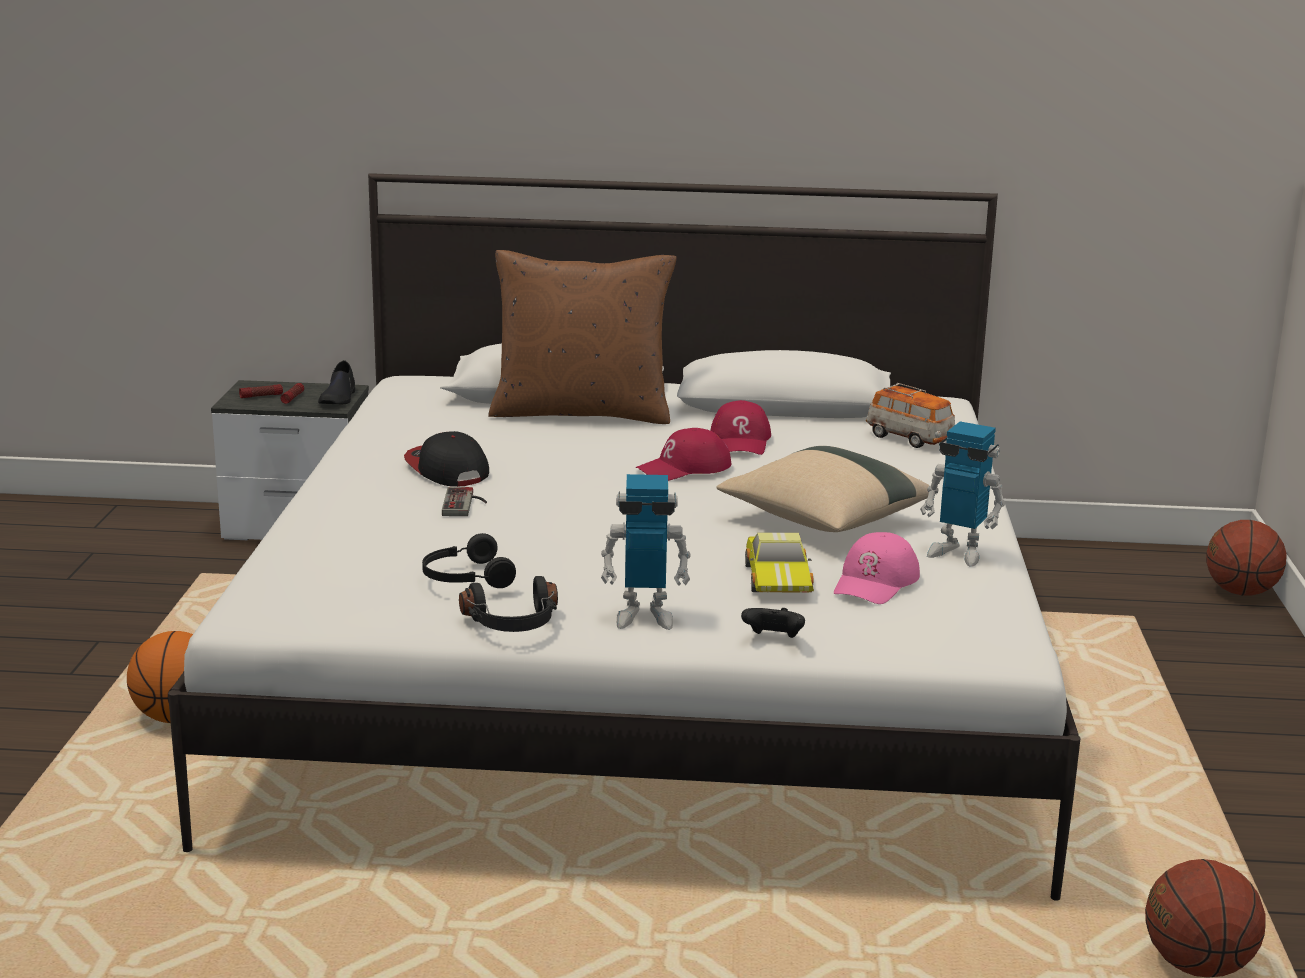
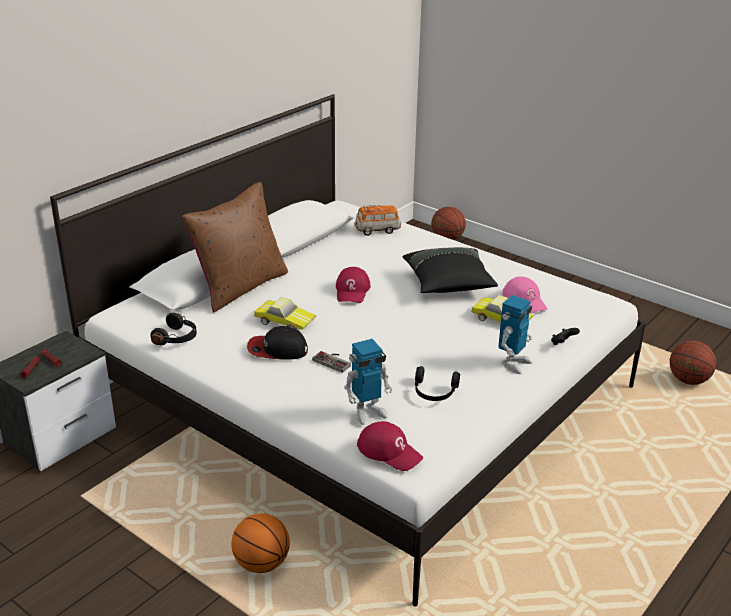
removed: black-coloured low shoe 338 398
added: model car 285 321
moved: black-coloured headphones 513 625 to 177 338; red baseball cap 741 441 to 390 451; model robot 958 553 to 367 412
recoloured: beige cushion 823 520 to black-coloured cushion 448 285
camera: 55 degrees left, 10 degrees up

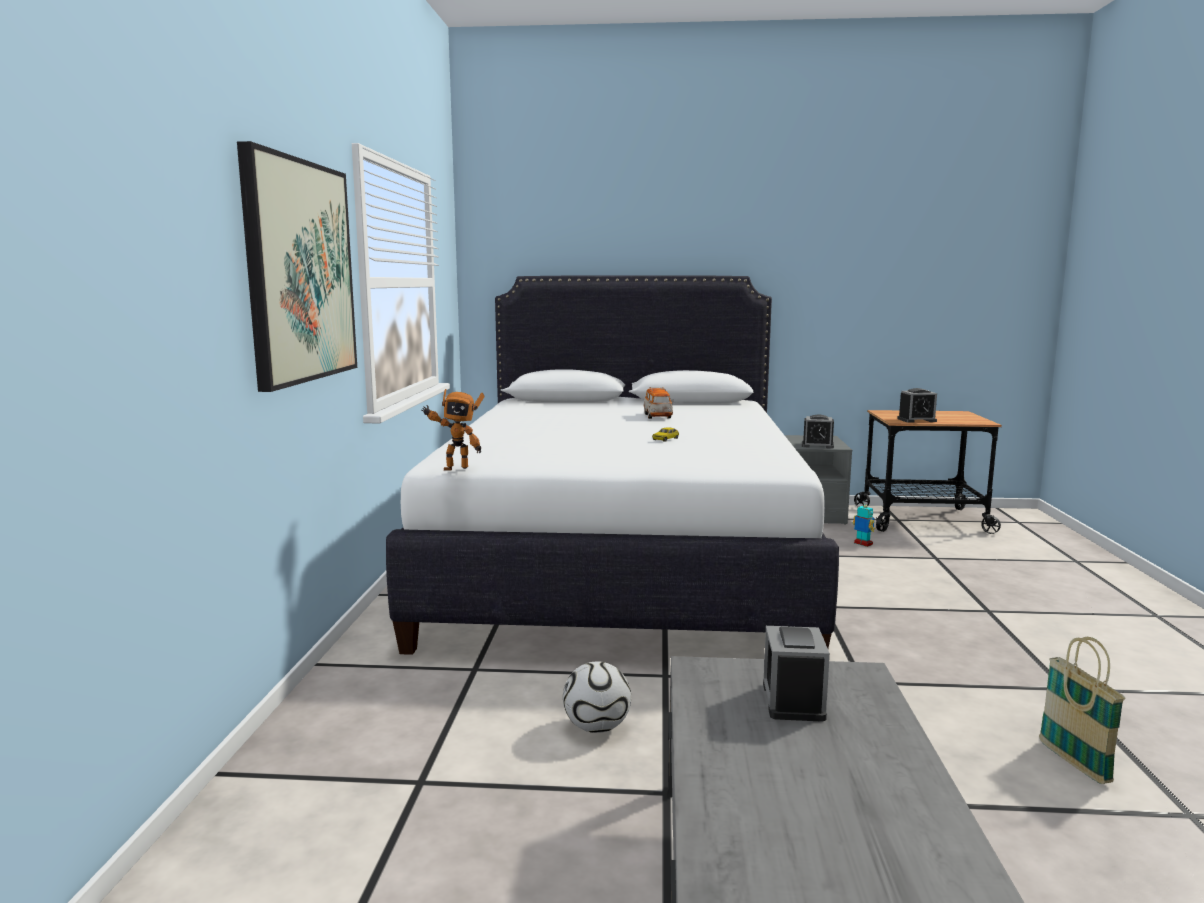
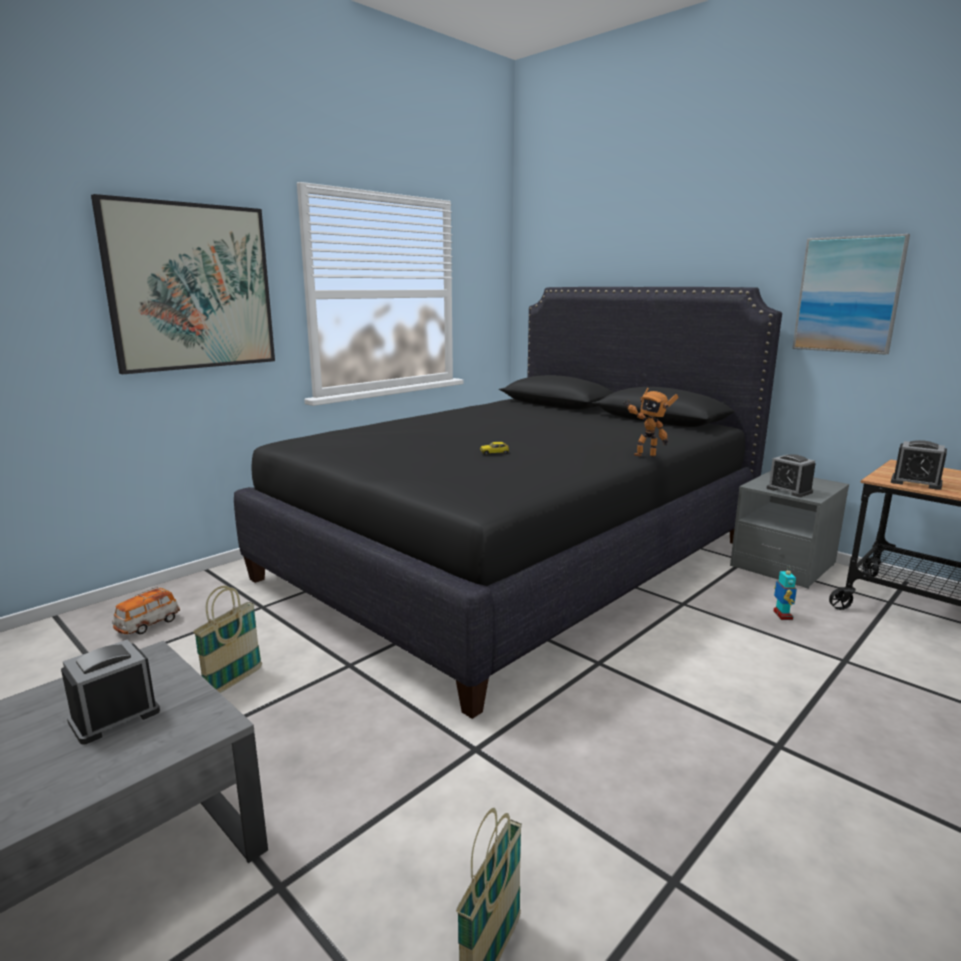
added: wall art 848 295
moved: model robot 455 468 to 645 455; model car 657 416 to 148 625
replaced: ball for football 597 728 to basket 233 682
recoloured: white bed 621 561 to black-coloured bed 513 559
camera: 40 degrees right, 5 degrees up

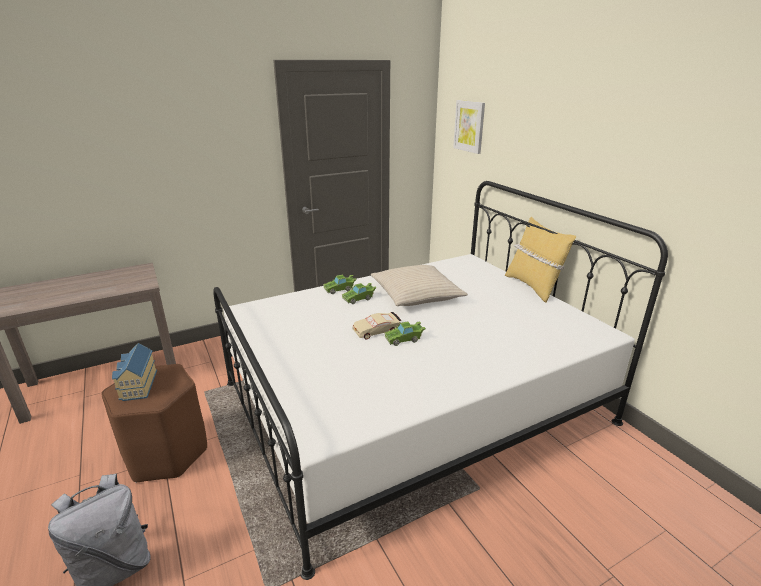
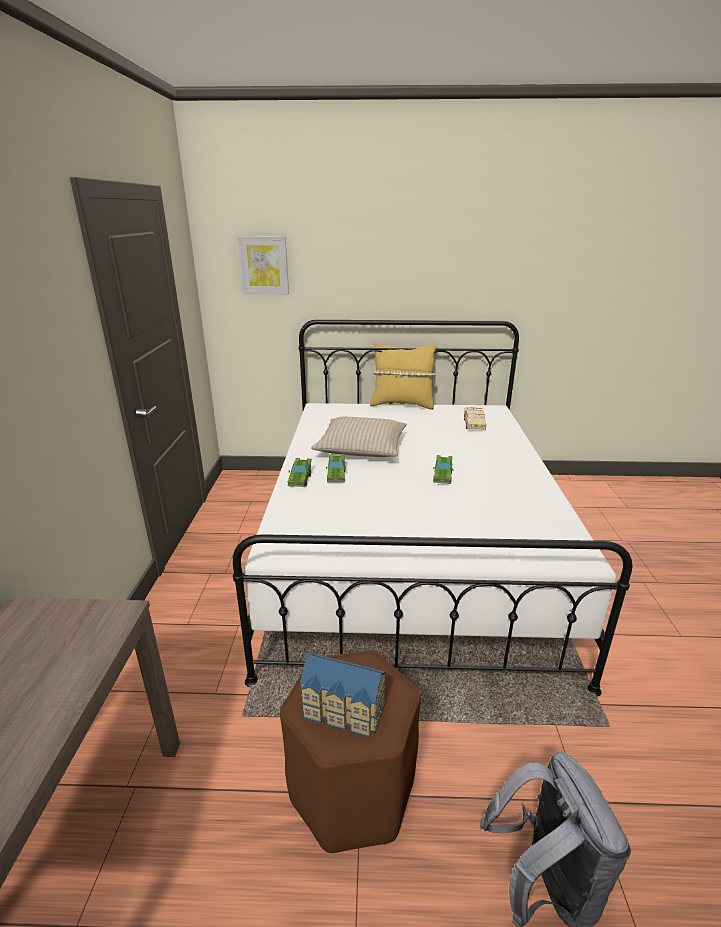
moved: beige model car 376 330 to 474 424
camera: 60 degrees left, 0 degrees up

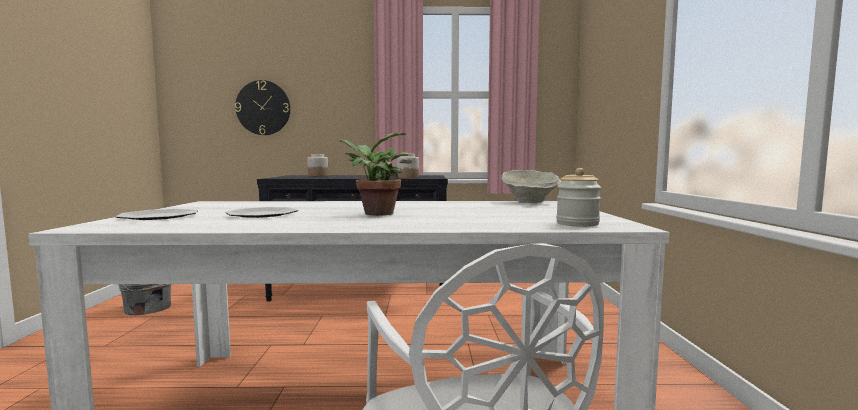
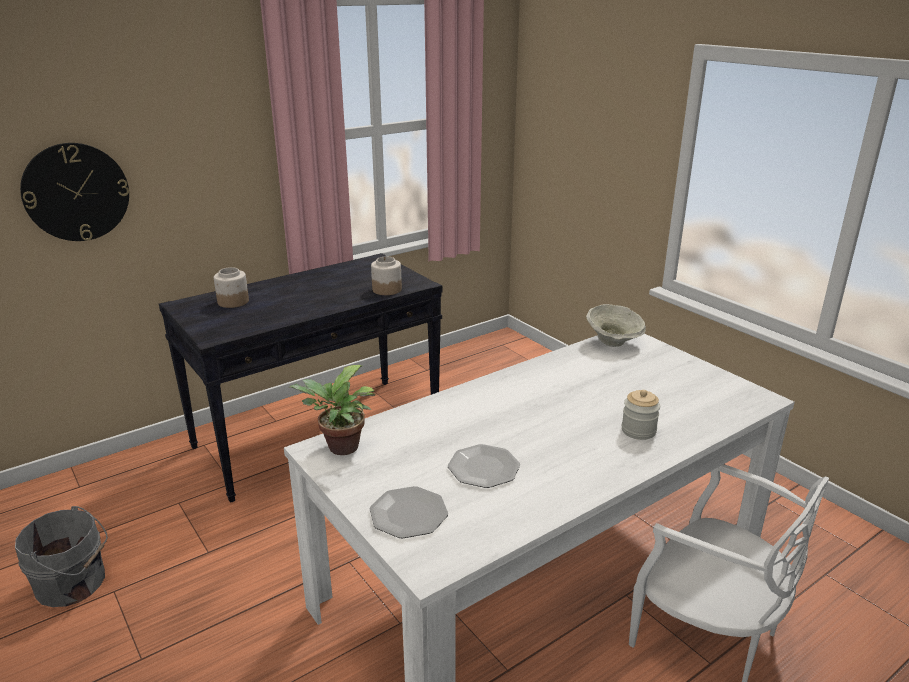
moved: plant in a pot 374 213 to 339 448; preserve jar 577 224 to 638 431
camera: 35 degrees left, 20 degrees up

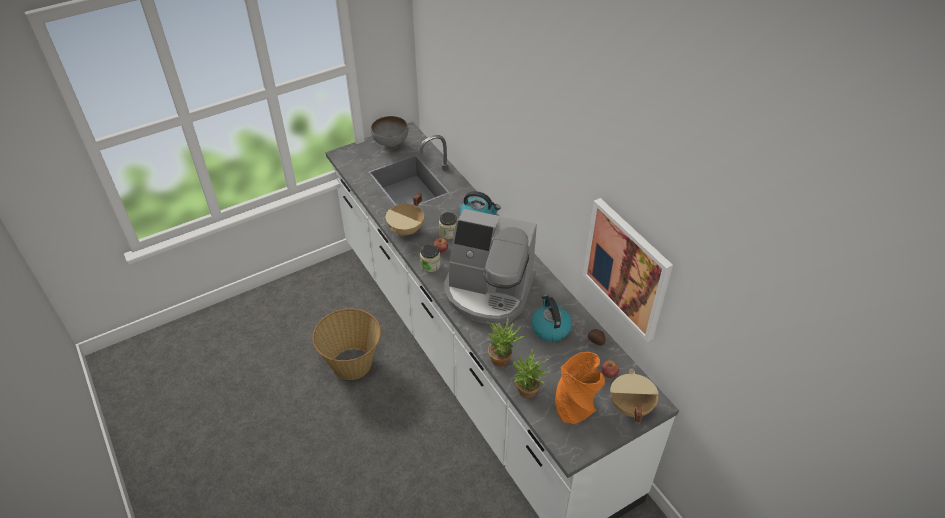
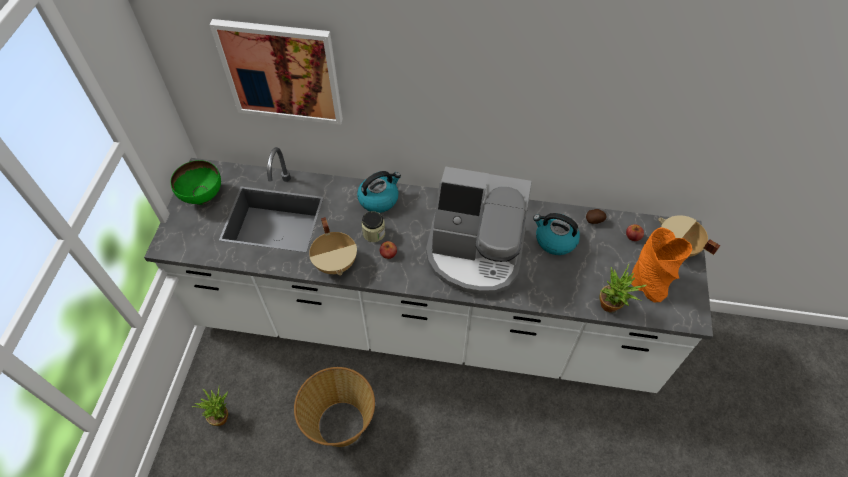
removed: preserve jar 430 265
moved: plant in a pot 503 358 to 221 415; wall art 627 269 to 281 72
recoloured: grey deep dish 391 145 to green-coloured deep dish 203 196
turned: coffee maker 488 291 = 475 254 45 degrees clockwise
camera: 50 degrees left, 10 degrees up

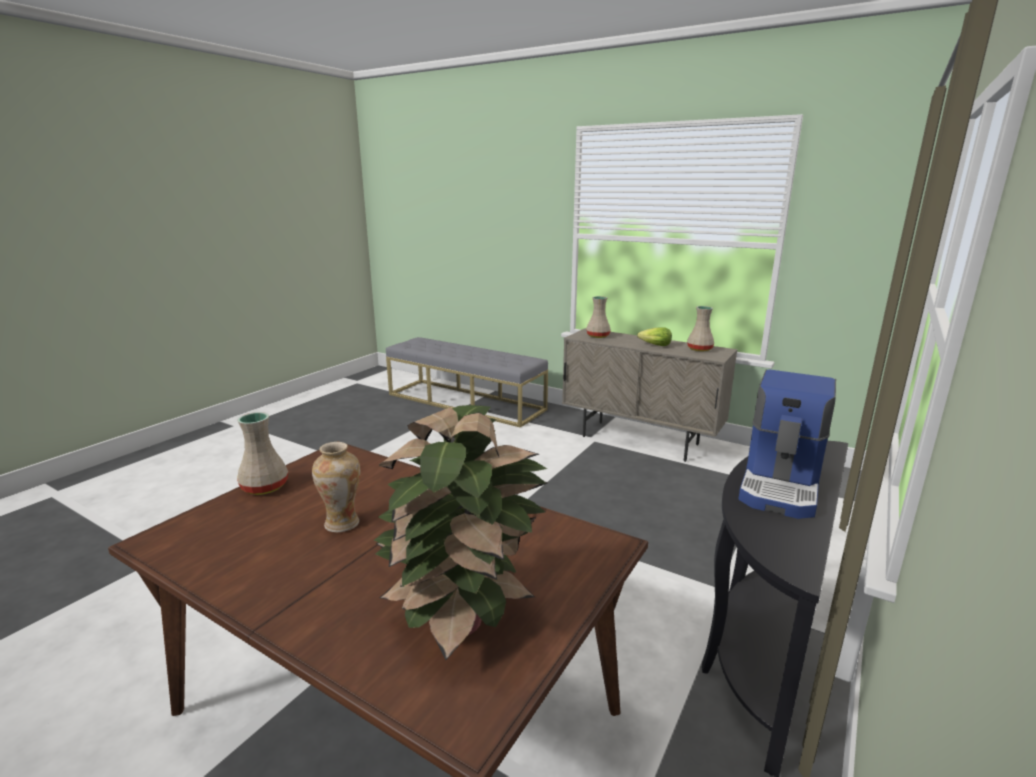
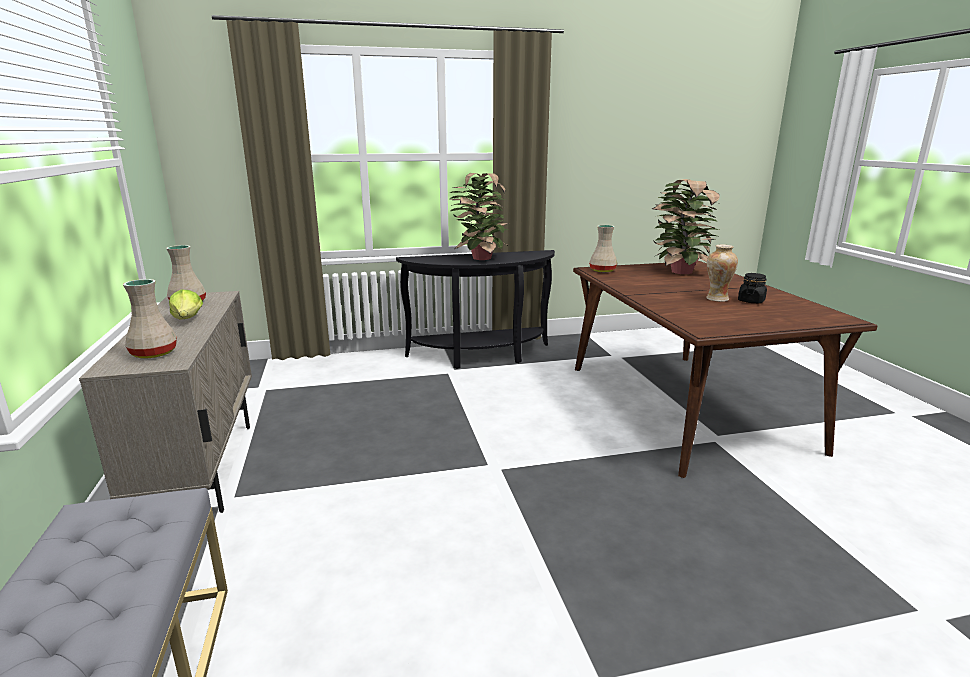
added: black-coloured preserve jar 751 301
moved: beige vase 263 487 to 603 270
replaced: coffee maker 781 485 to plant in a pot 479 258
camera: 135 degrees left, 0 degrees up

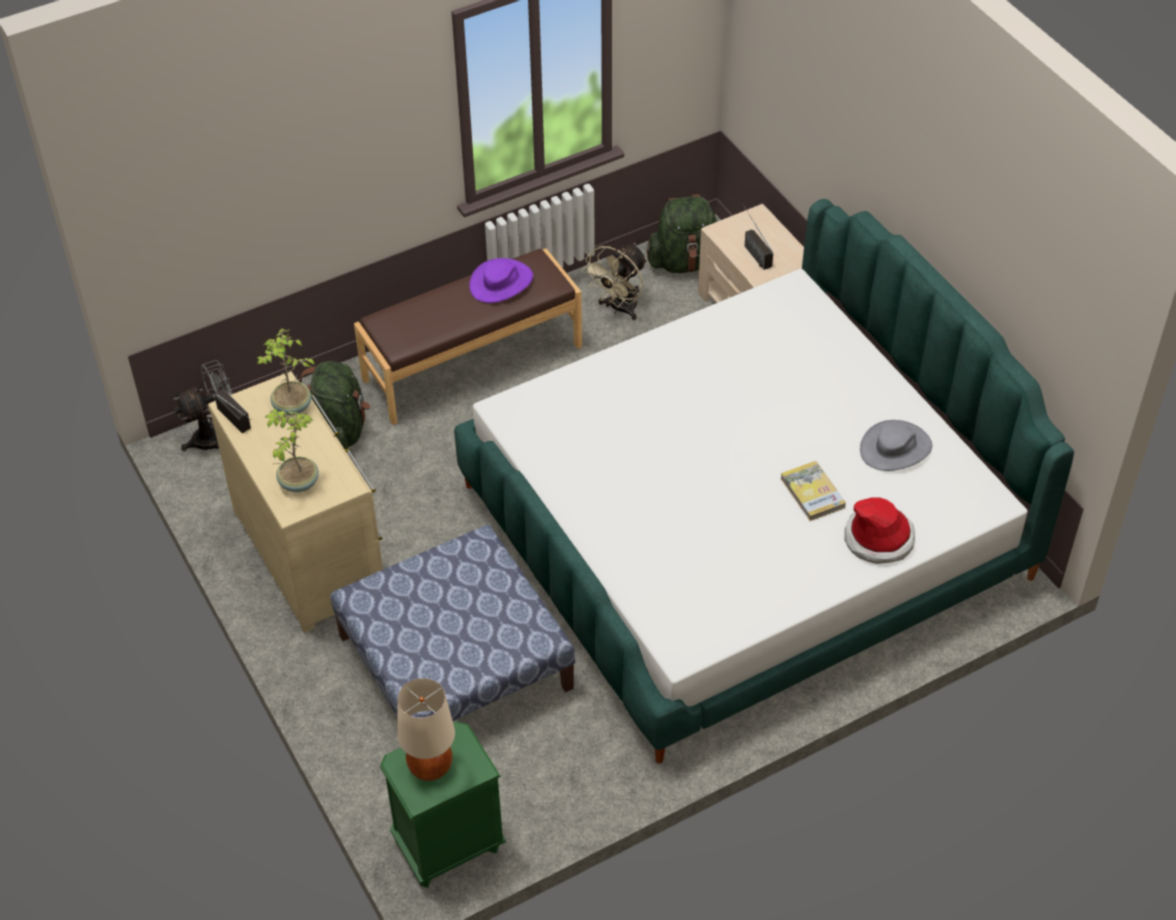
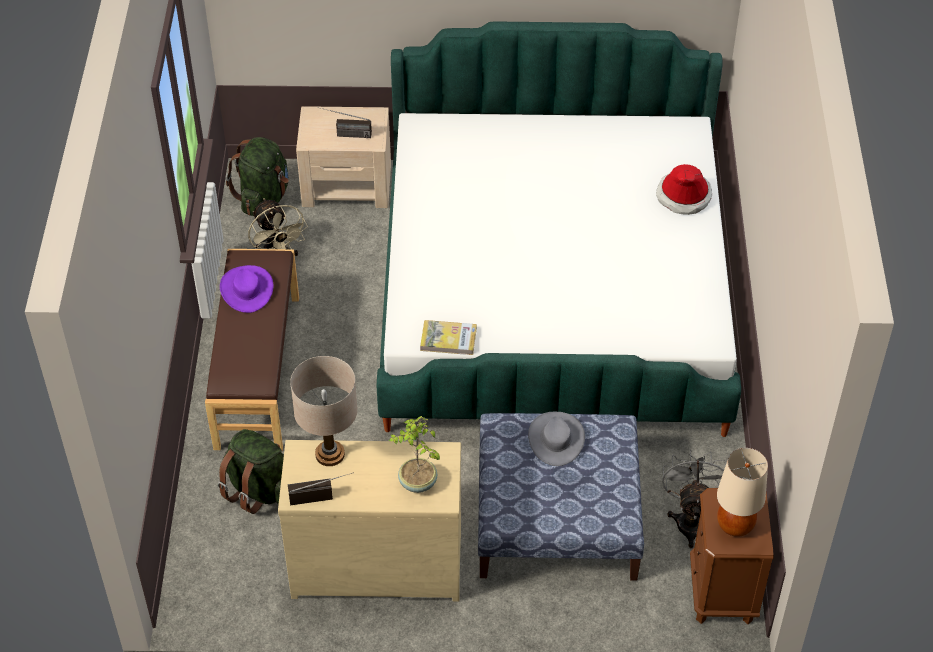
moved: grey fan 216 437 to 690 519; bound book 812 493 to 448 339; grey hat 895 448 to 556 439
replaced: plant in a pot 292 407 to beige lamp for a table 329 454
recoloured: green-coloured bedside table 447 846 to brown bedside table 723 592
camera: 60 degrees left, 0 degrees up

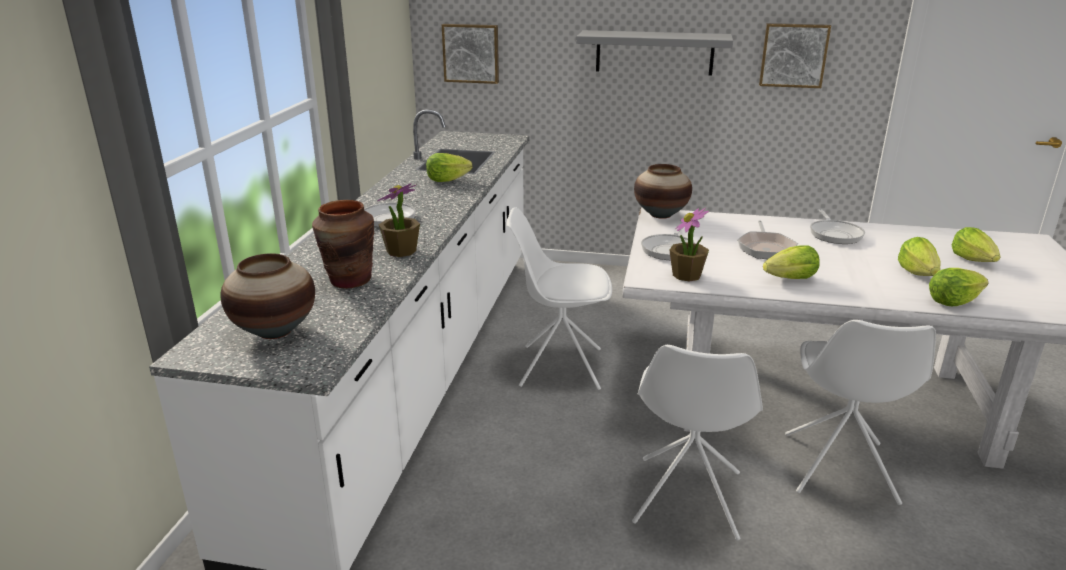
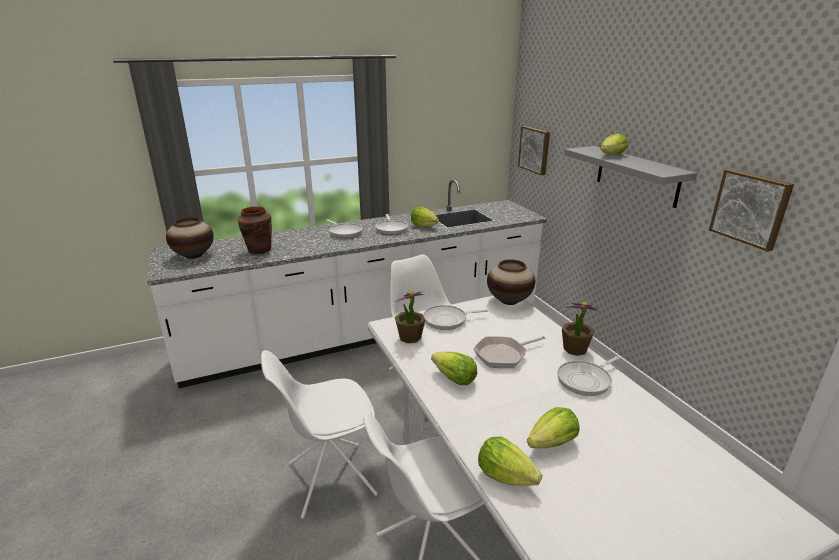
added: pan 391 229
moved: plant in a pot 401 251 to 575 349; head of lettuce 973 260 to 612 155
camera: 55 degrees right, 0 degrees up

